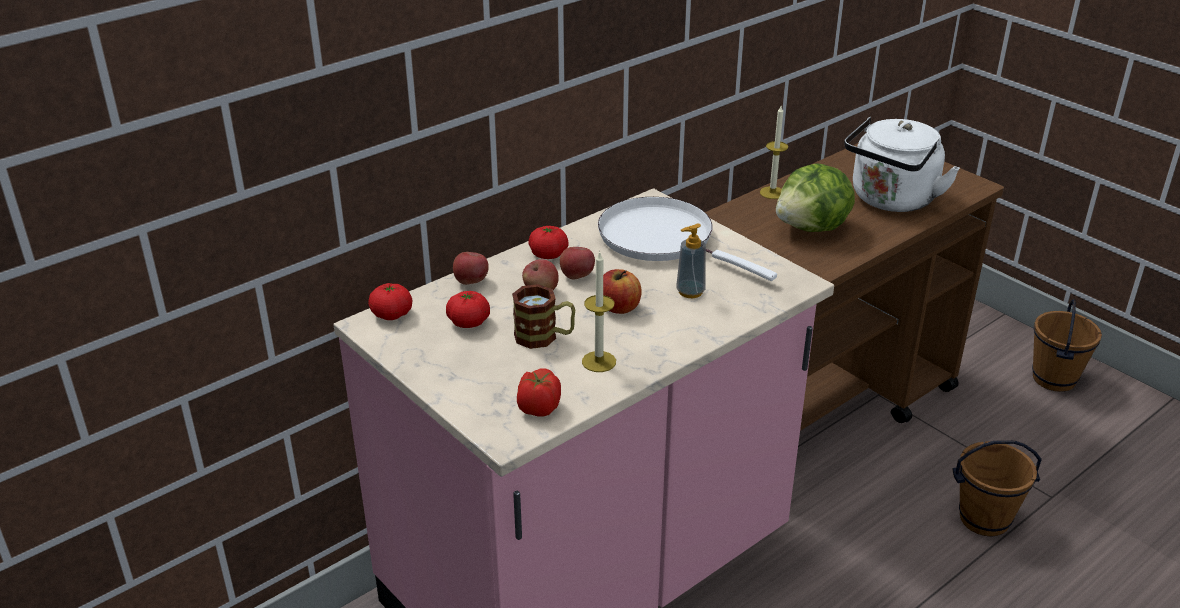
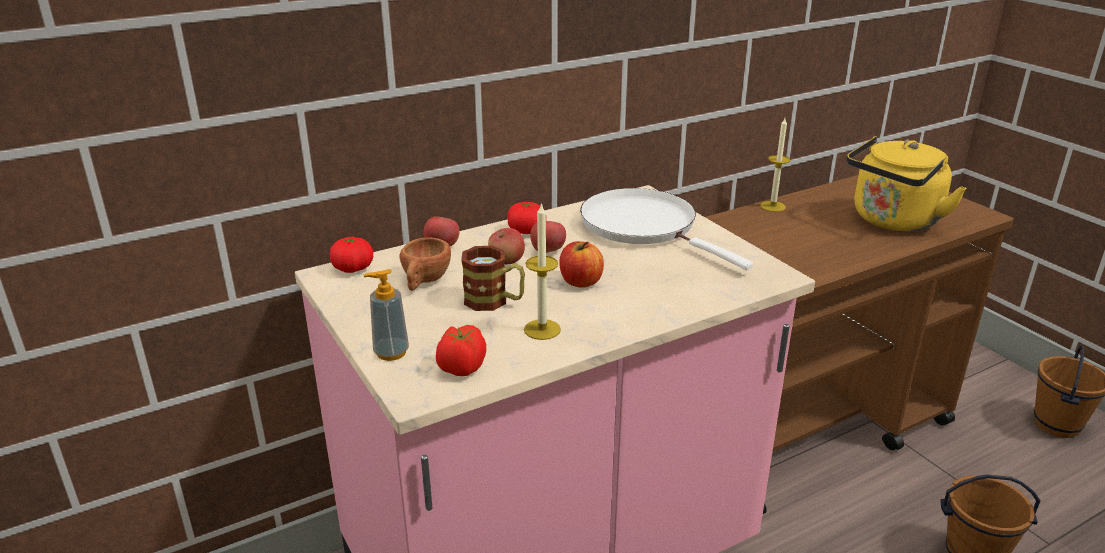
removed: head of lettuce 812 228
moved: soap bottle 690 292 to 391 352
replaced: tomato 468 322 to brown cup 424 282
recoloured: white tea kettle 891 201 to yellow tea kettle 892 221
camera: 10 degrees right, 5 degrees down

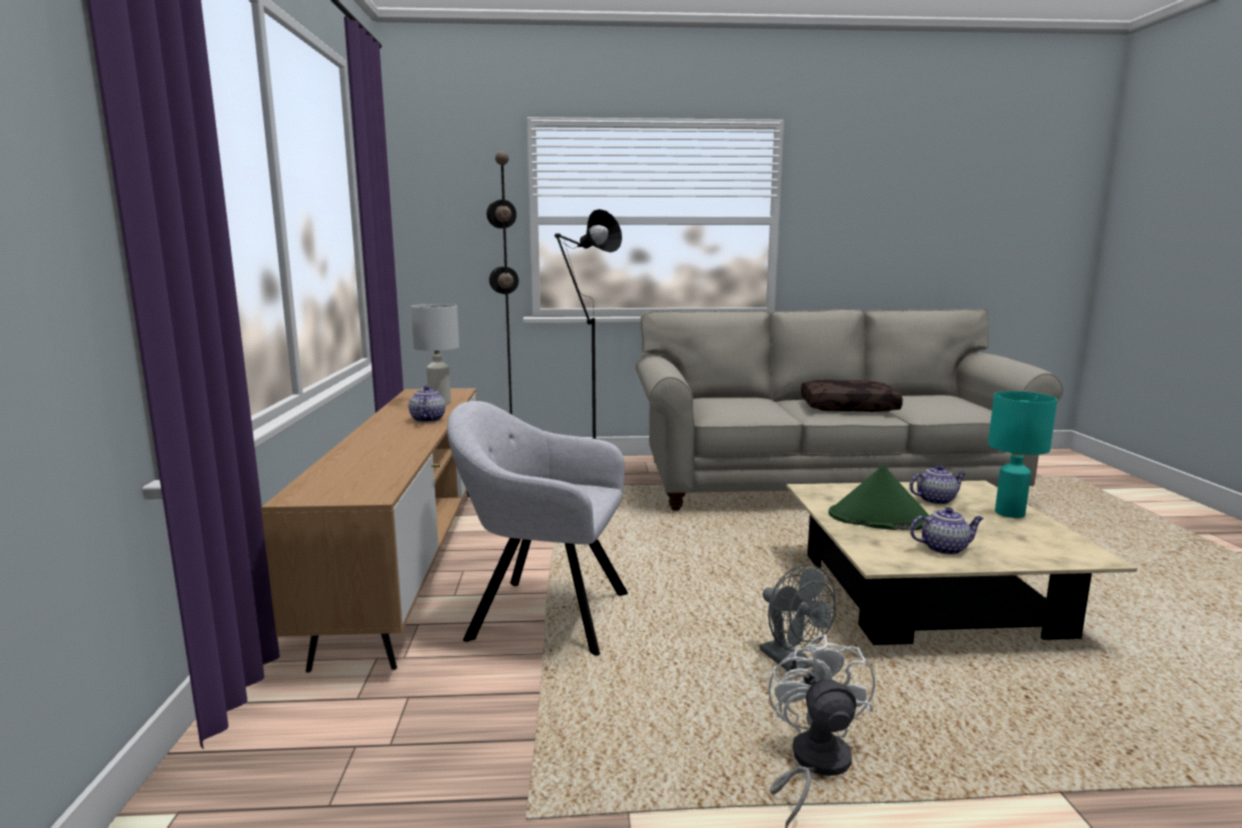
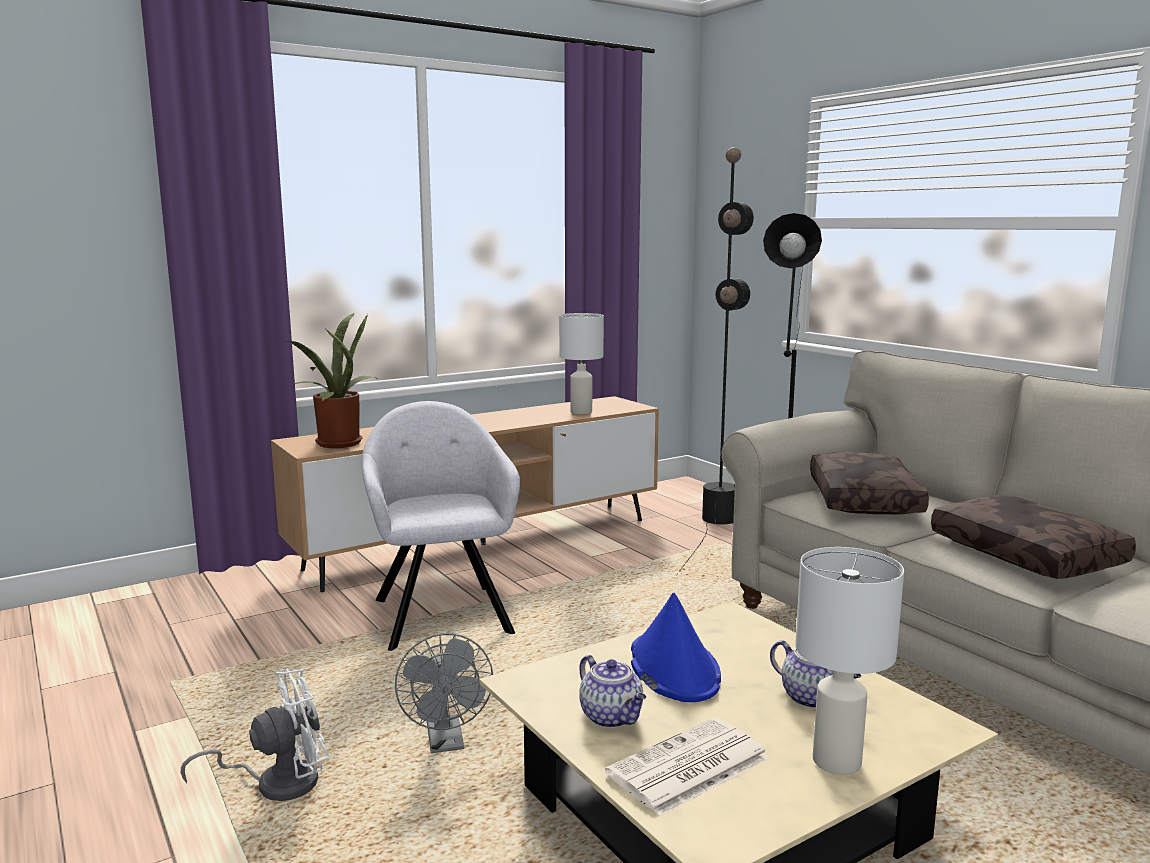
removed: tea pot 427 419
added: plant in a pot 335 443; newspaper 688 767; brown cushion 860 499
recoloured: green-coloured hat 880 519 to blue-coloured hat 673 668; blue-green lamp for a table 1010 513 to white lamp for a table 835 761
turned: grey fan 792 664 = 447 744 45 degrees counterclockwise
camera: 60 degrees right, 0 degrees up

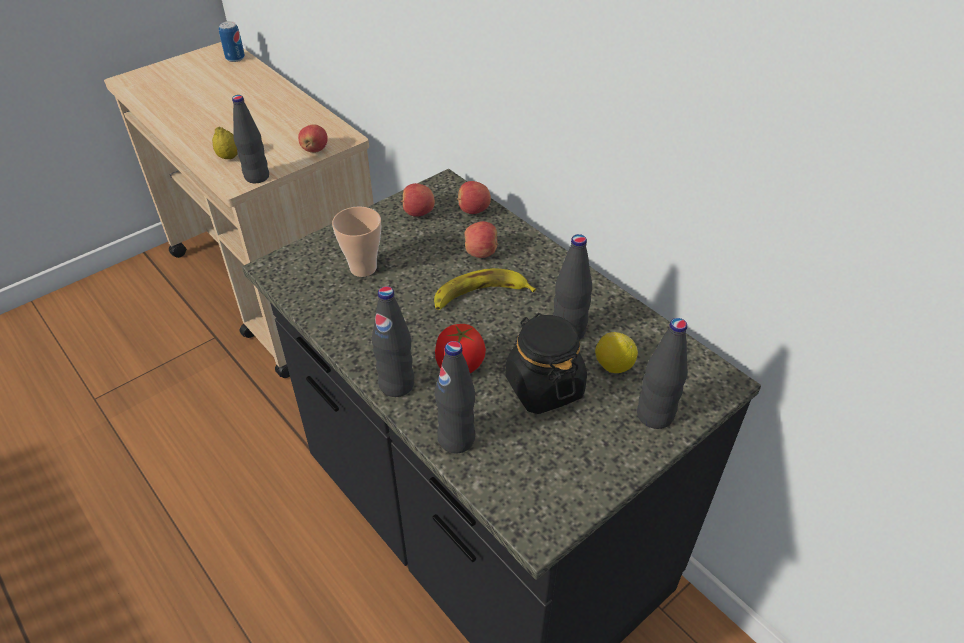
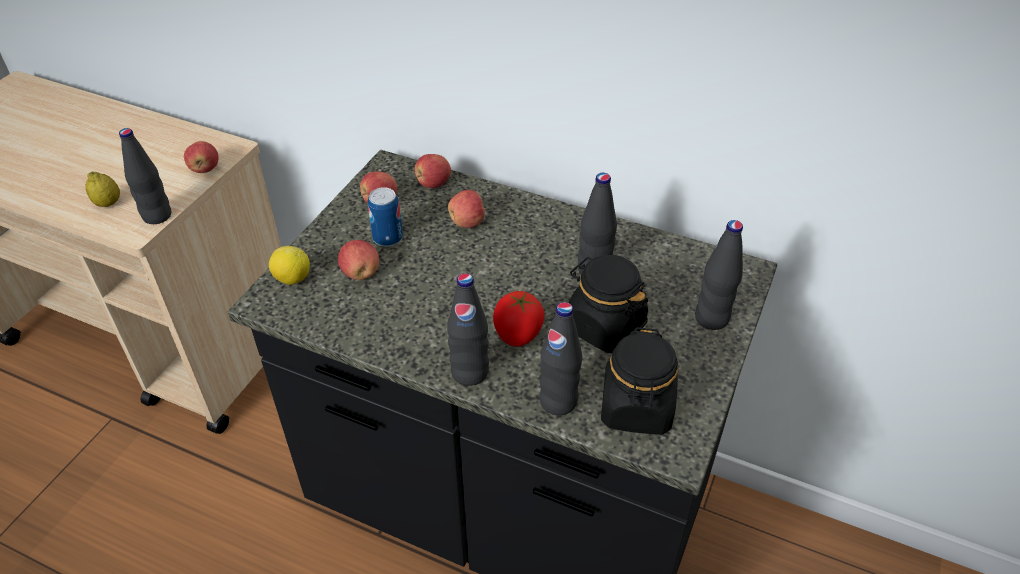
removed: banana fruit 480 295
added: black-coloured preserve jar 636 408
moved: sealed can 235 58 to 388 238; lemon 613 366 to 292 278
replaced: cup 363 268 to apple 360 273
camera: 25 degrees left, 0 degrees up

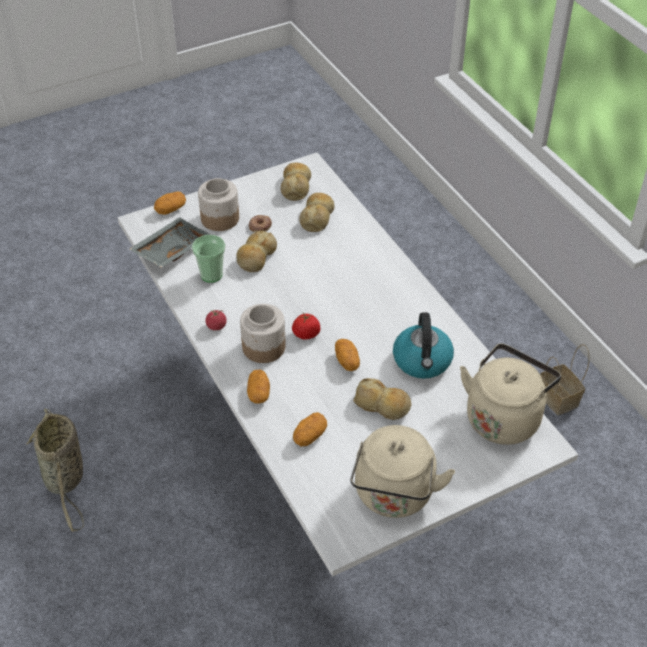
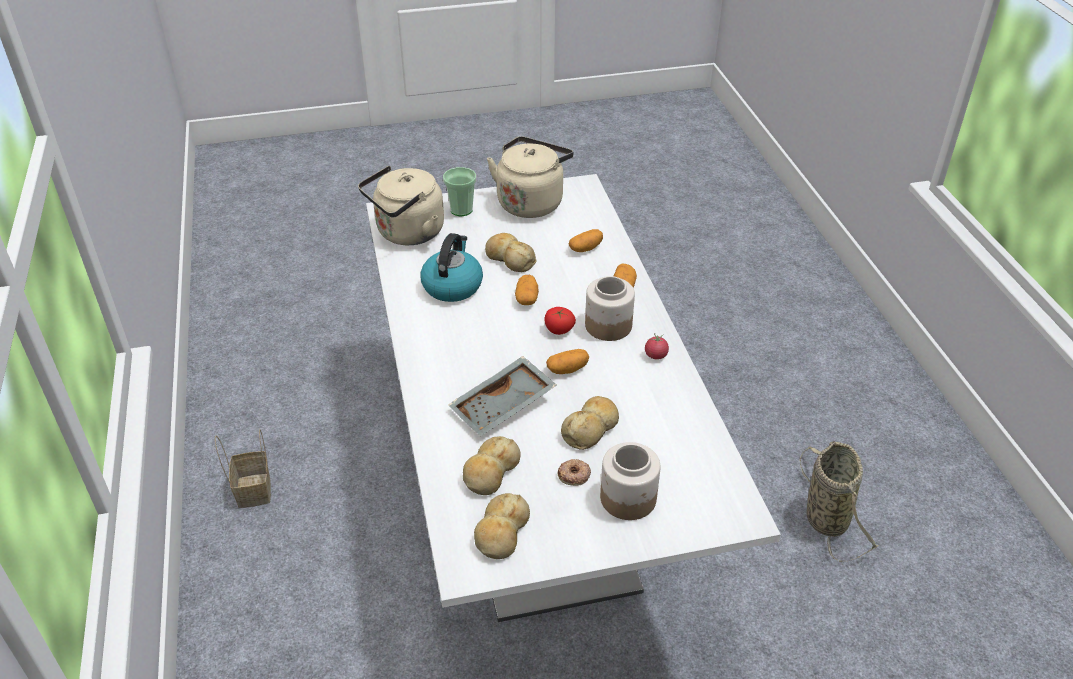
moved: grey serving tray 170 249 to 504 406; potato 170 209 to 567 369; cup 211 275 to 461 210
camera: 165 degrees left, 5 degrees down

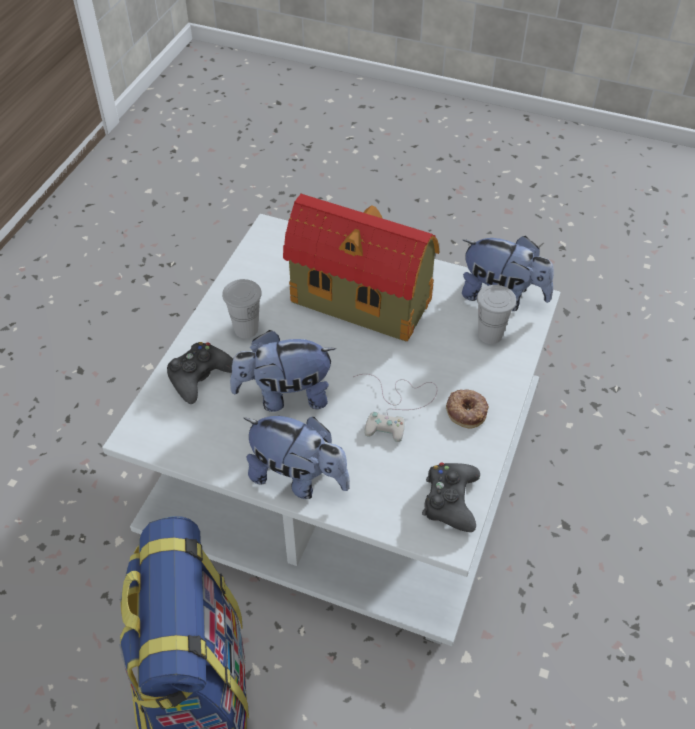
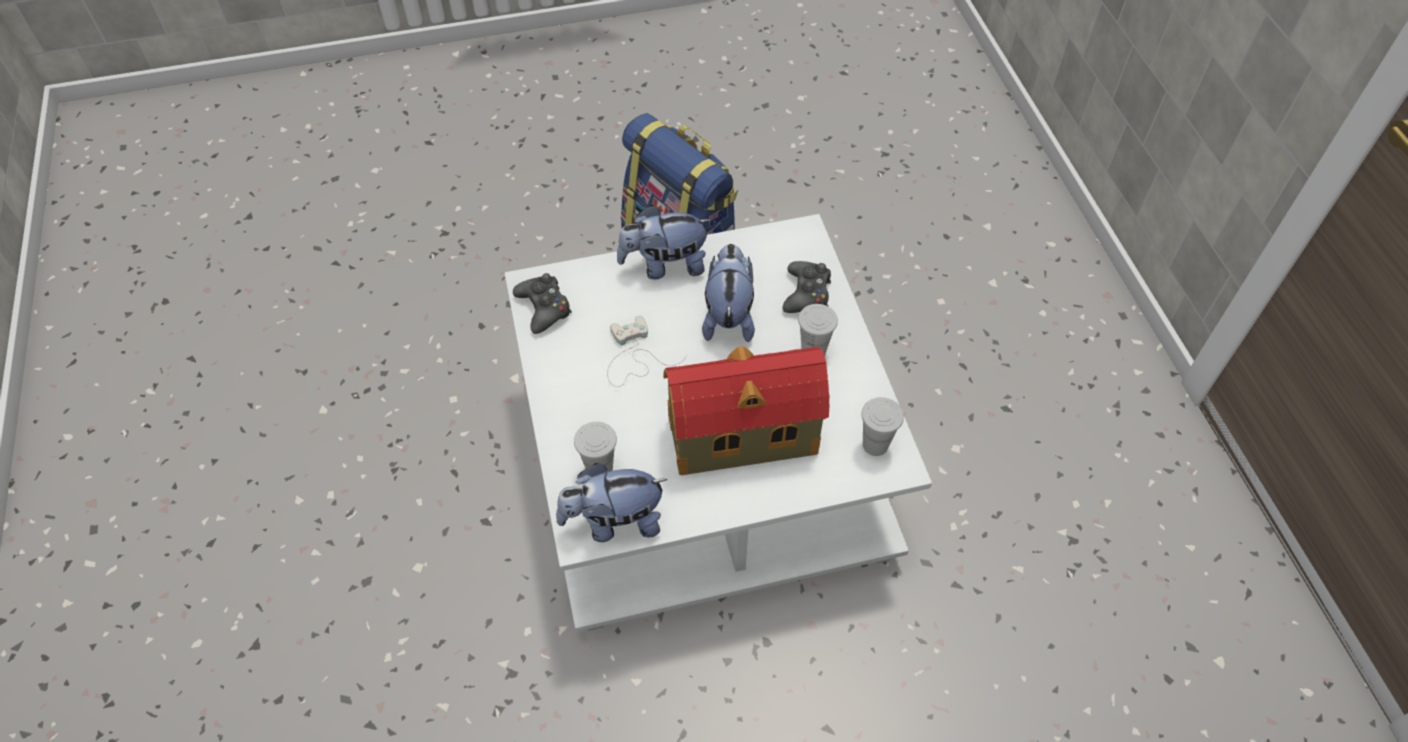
removed: ring doughnut 466 410
added: white cup 875 445
turned: soft toy 284 396 = 728 315 45 degrees counterclockwise
camera: 145 degrees right, 5 degrees up

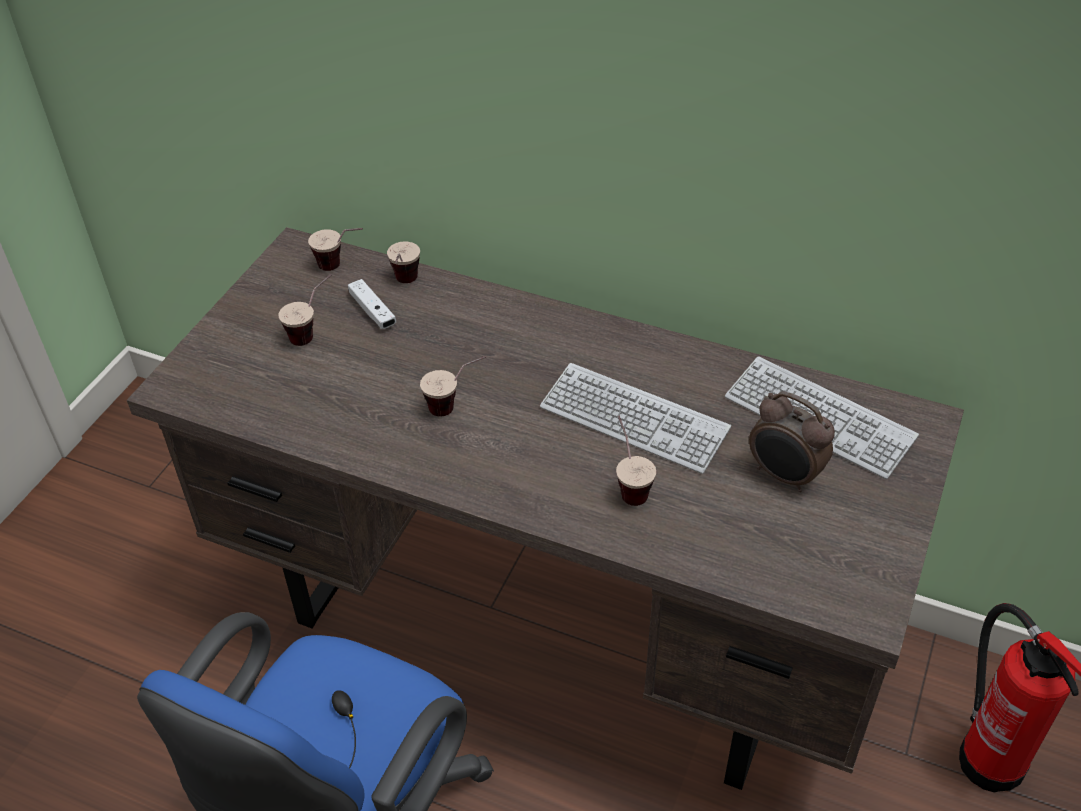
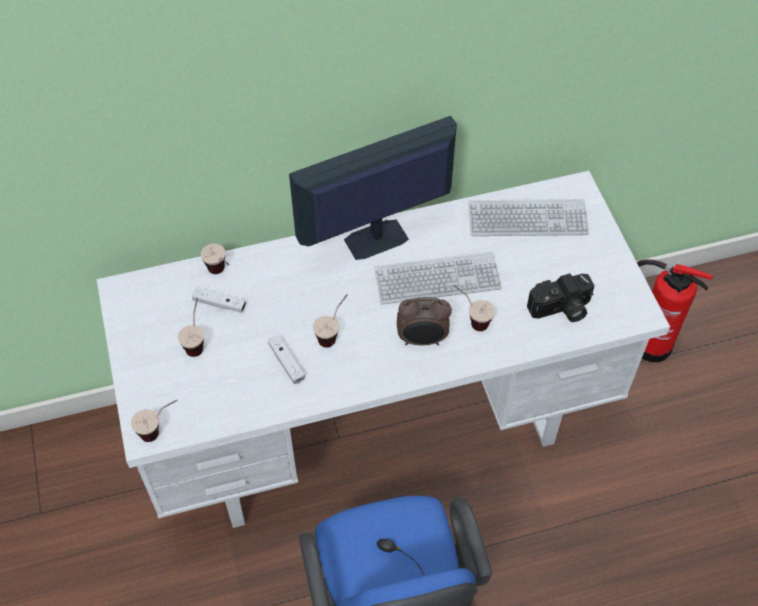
added: white joypad 286 363; monitor 374 240; still camera 561 309
moved: cup 341 267 to 160 430; alarm clock 784 476 to 422 340
recoloured: brown desk table 550 624 to white desk table 380 424
camera: 40 degrees left, 10 degrees up

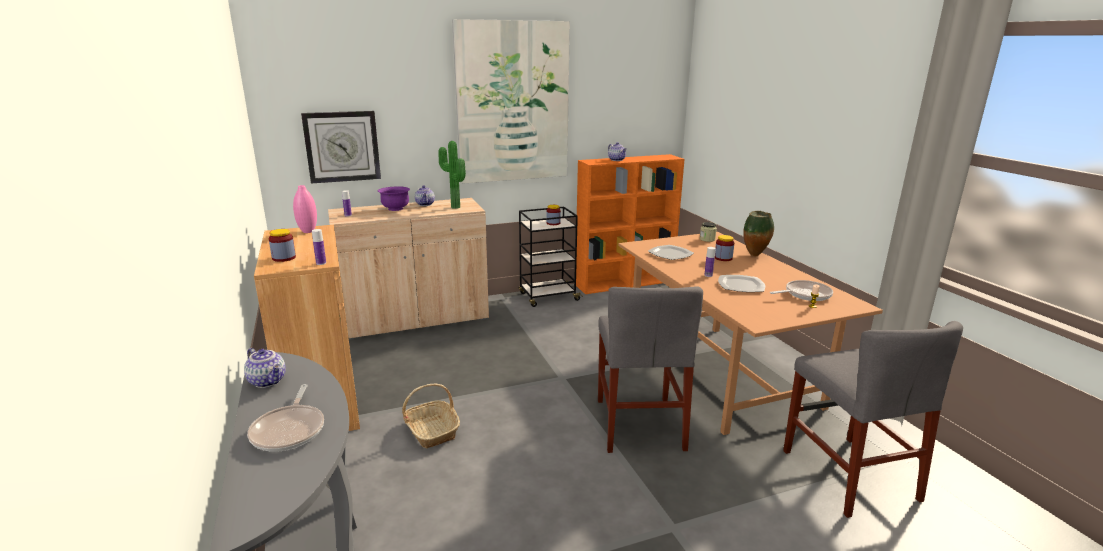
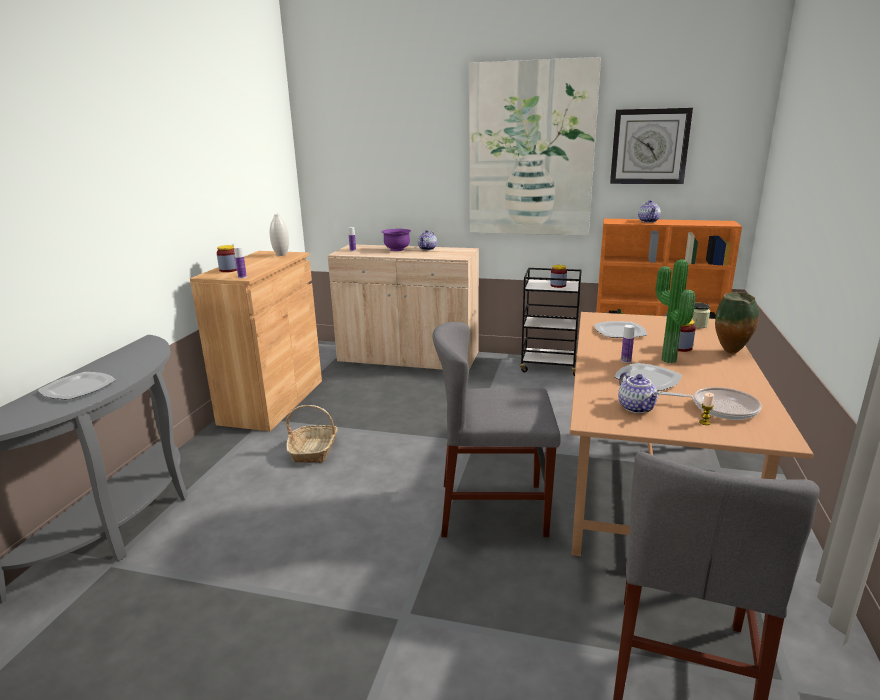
moved: tea pot 268 381 to 637 408; hanging clock 342 146 to 649 146; plant in a pot 454 207 to 666 360
replaced: pan 290 430 to dinner plate 79 388
recoloured: pinkish vase 308 231 to white vase 281 255
turned: grey plain chair 639 424 = 493 509 60 degrees clockwise
camera: 35 degrees right, 0 degrees up

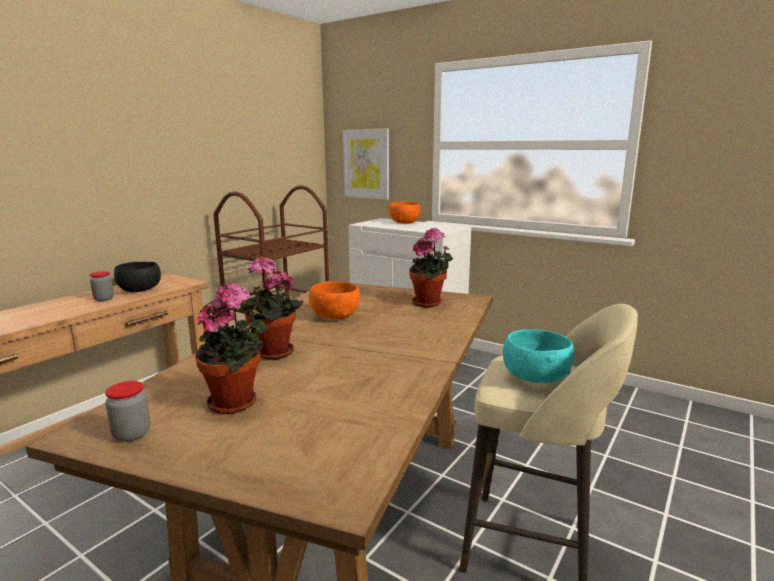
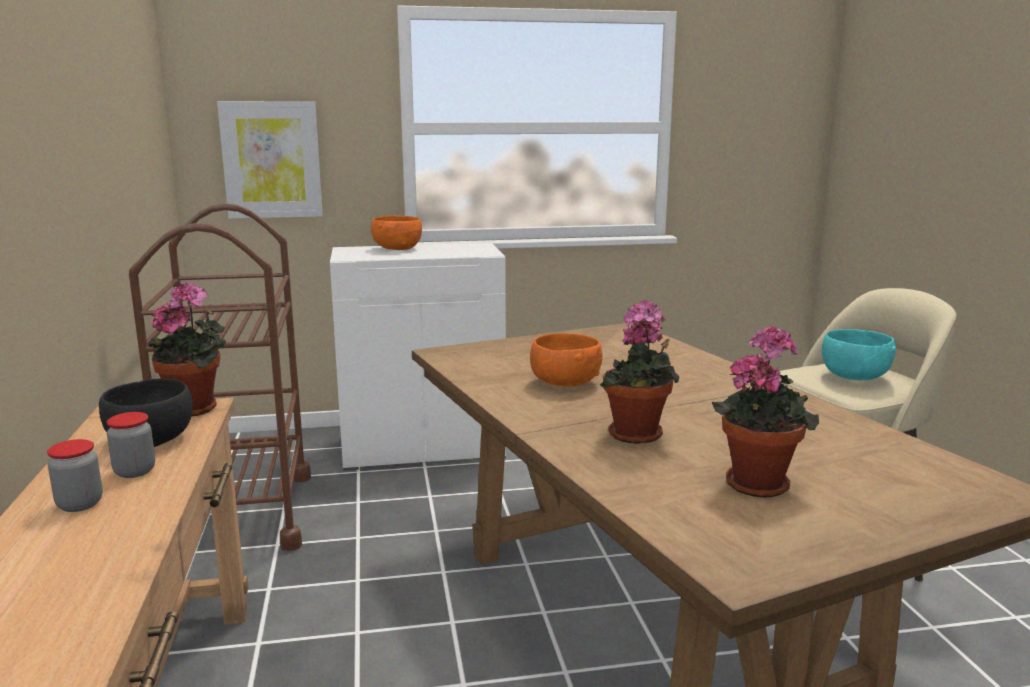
moved: preserve jar 132 434 to 79 504; plant in a pot 429 303 to 196 408
camera: 45 degrees left, 0 degrees up

